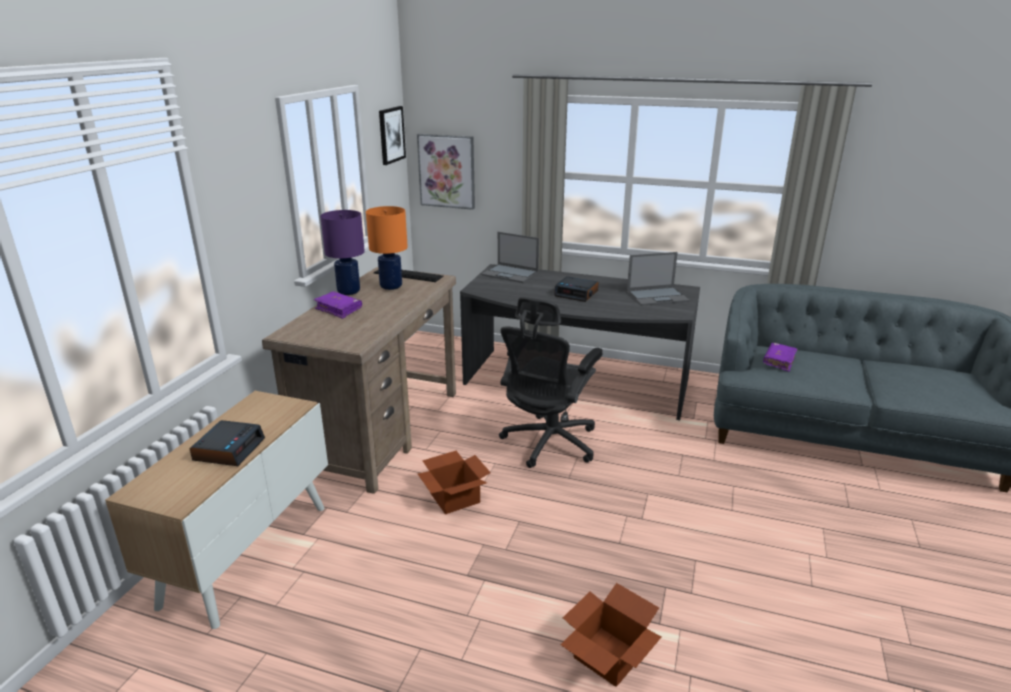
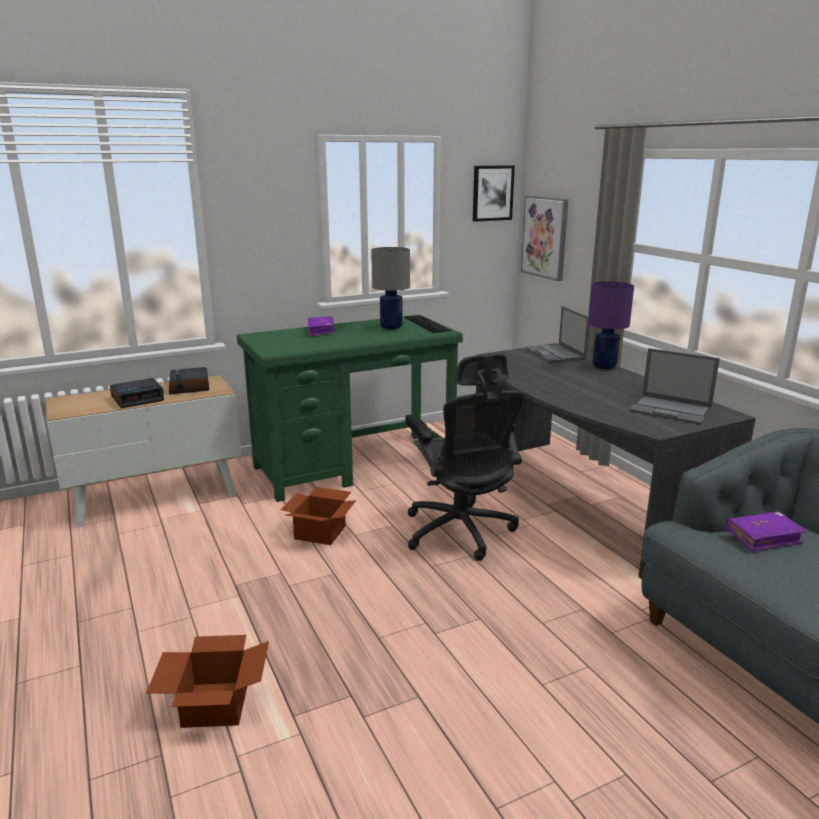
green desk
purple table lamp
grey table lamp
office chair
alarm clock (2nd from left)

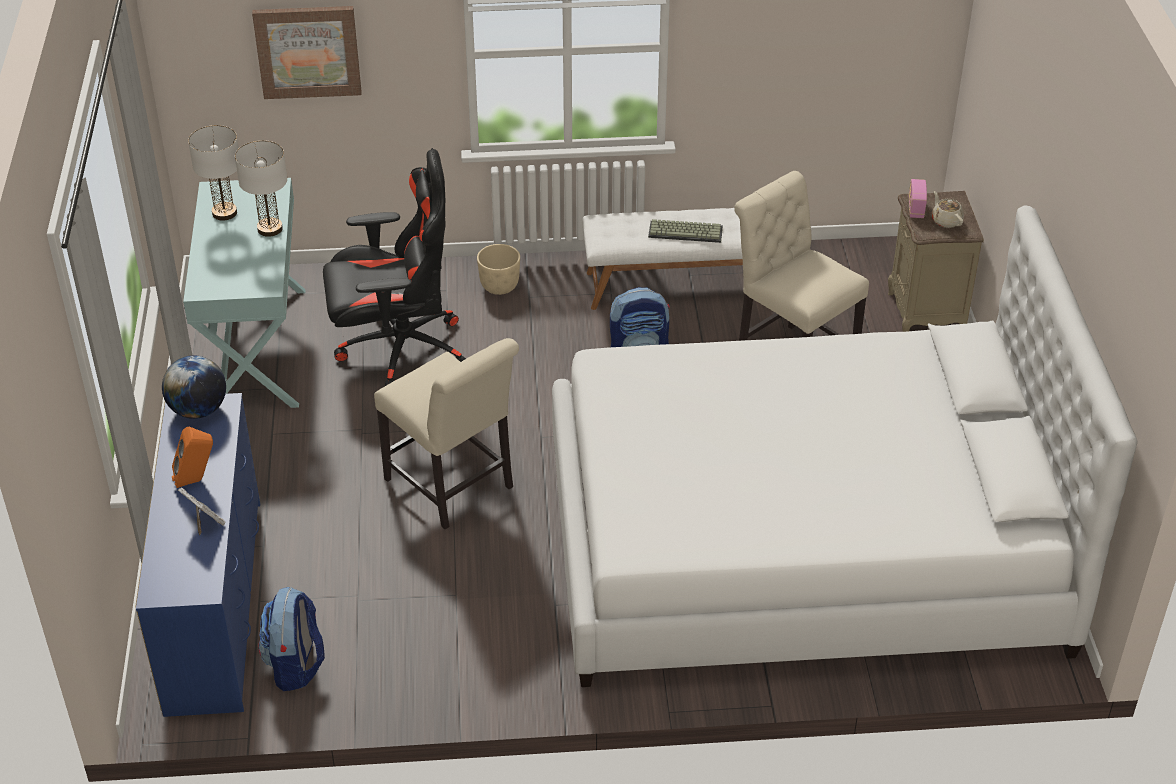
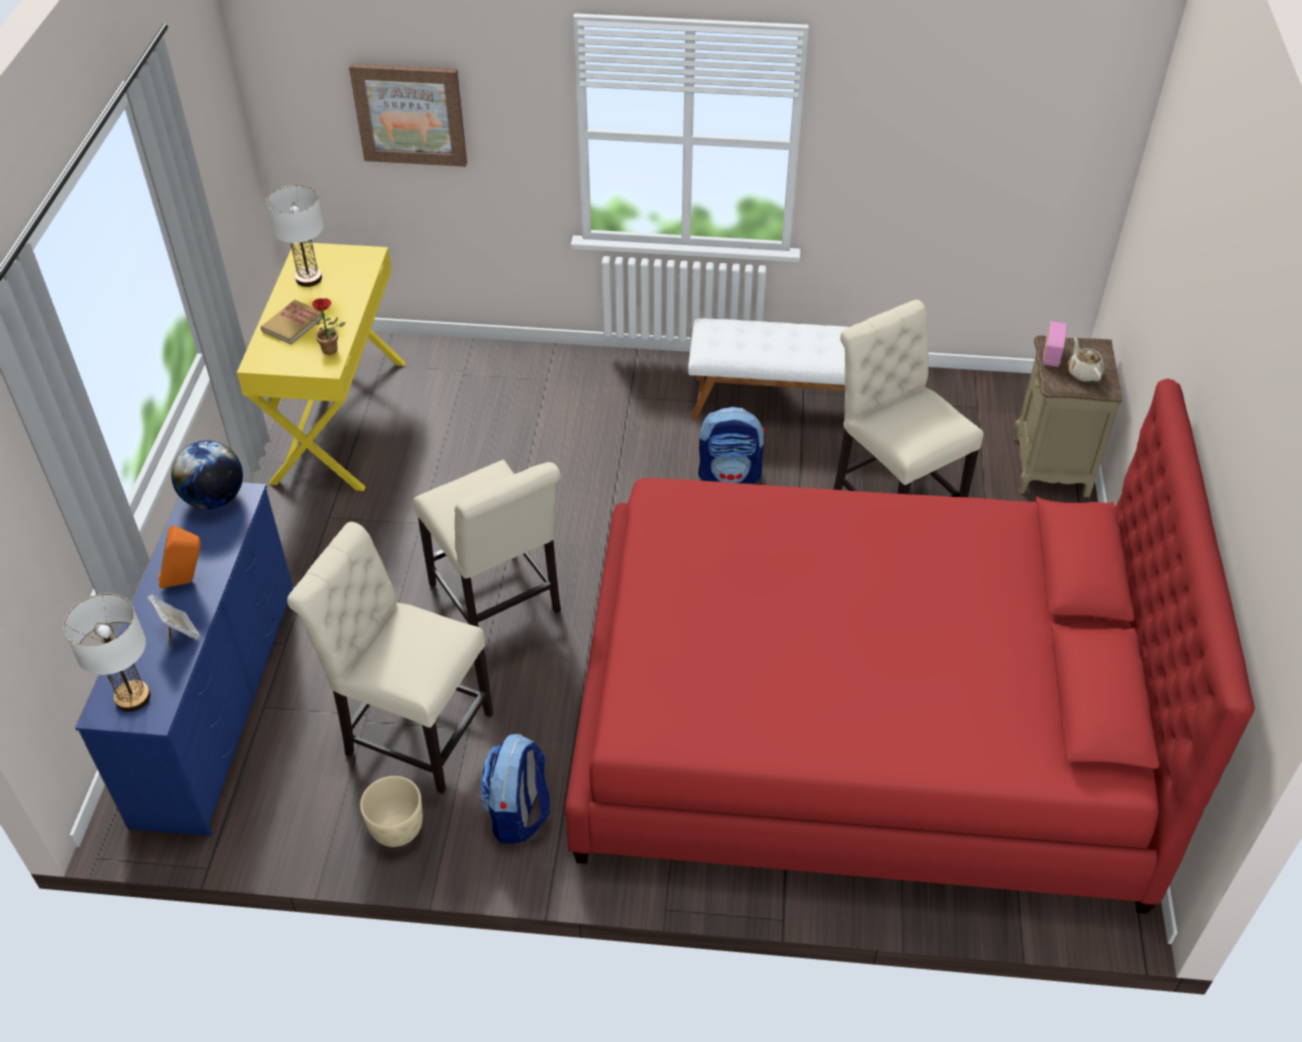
yellow desk
table lamp (1st from left)
backpack (1st from left)
black office chair
beige planter
red bed
keyboard
book
beige chair (1st from left)
potted plant

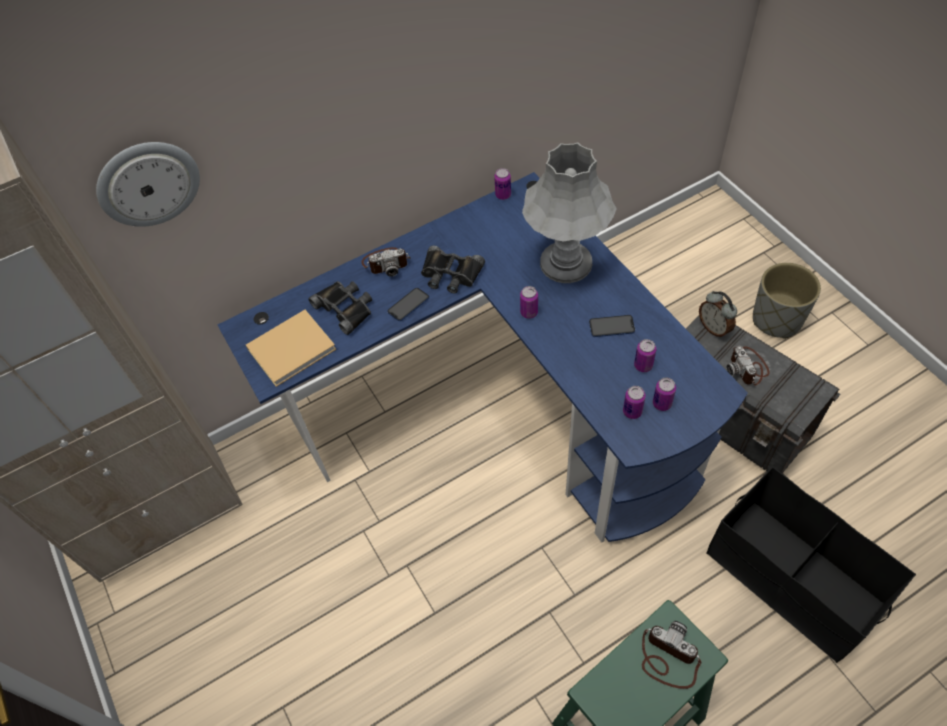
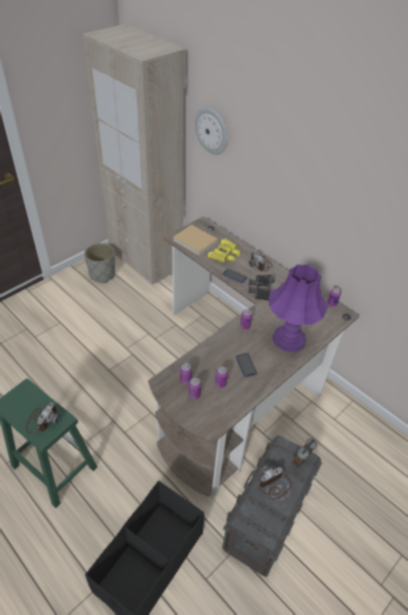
brown desk
yellow binoculars
purple table lamp
grey planter

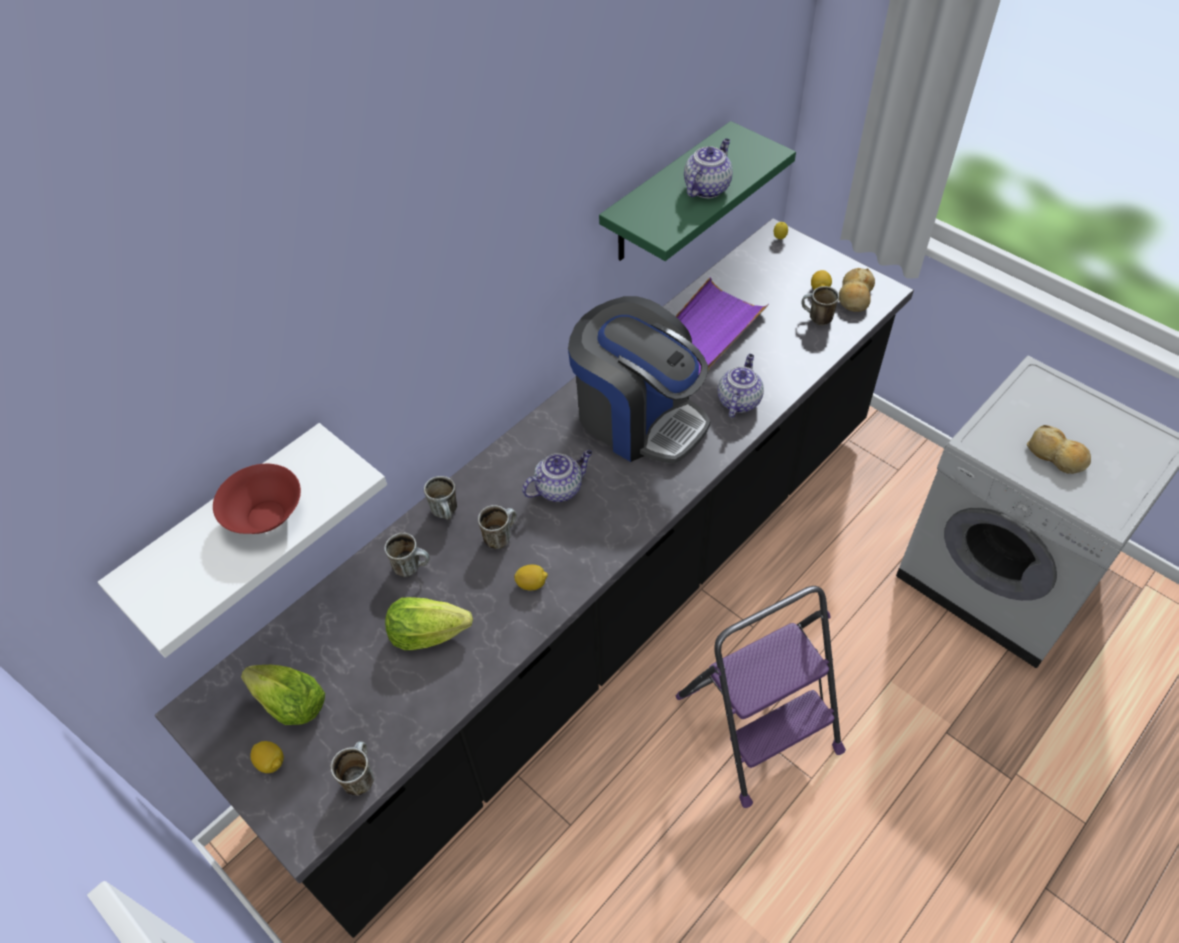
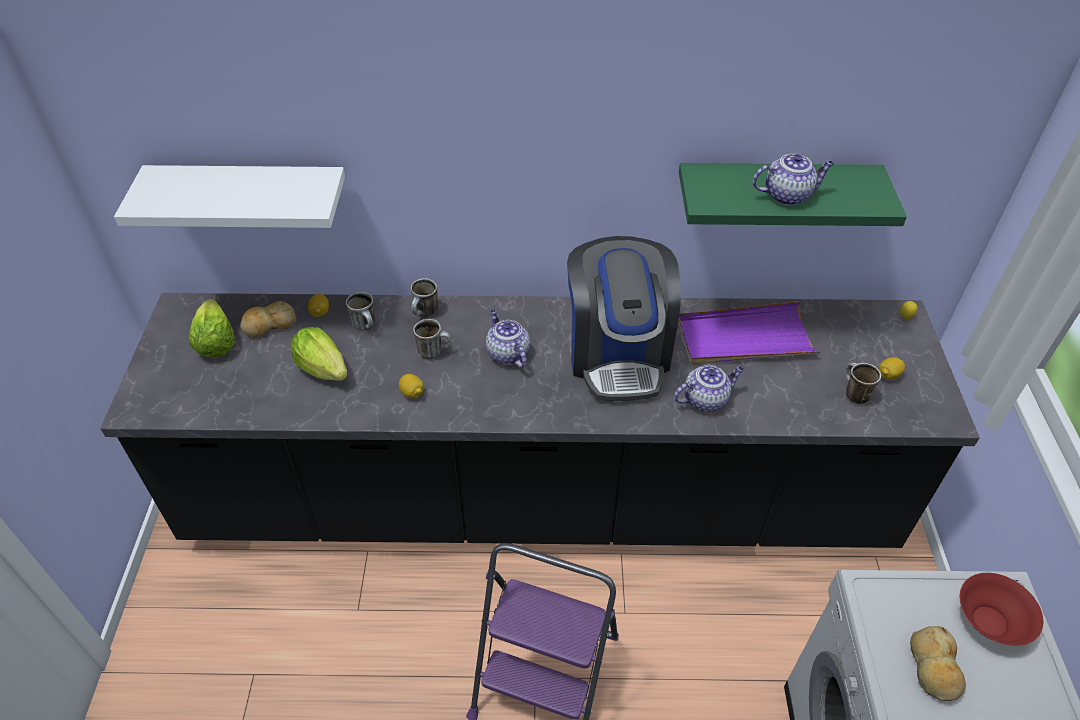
red bowl
lemon (1st from left)
mug (1st from left in the first image)
teapot (1st from left)
bread (1st from left)

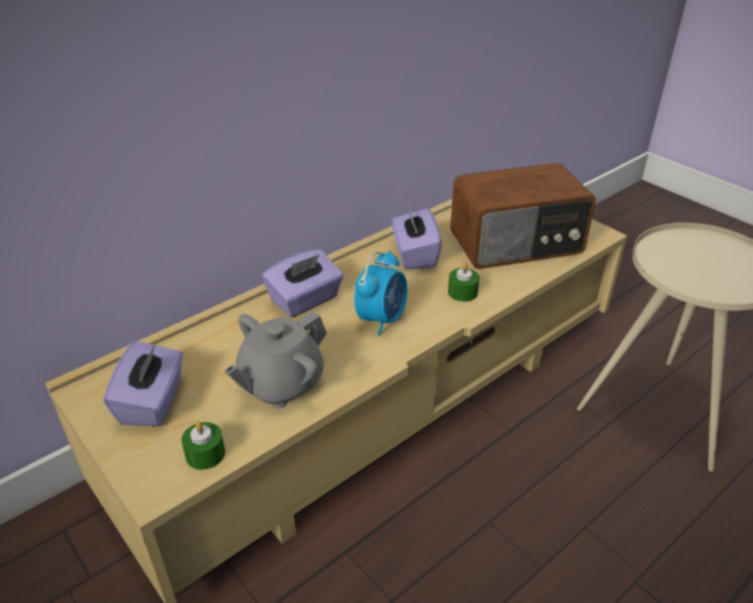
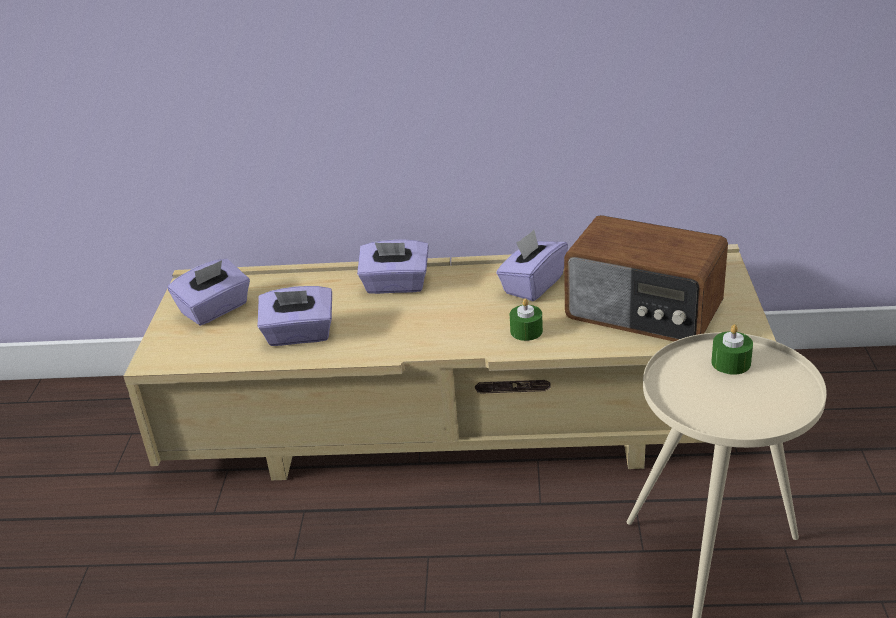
green candle (2nd from left)
purple tissue box (2nd from left)
alarm clock

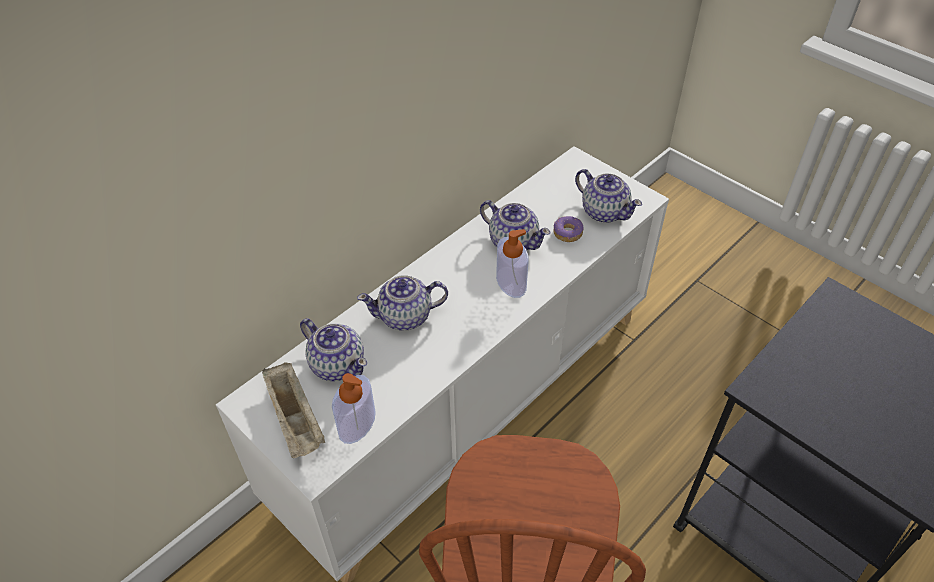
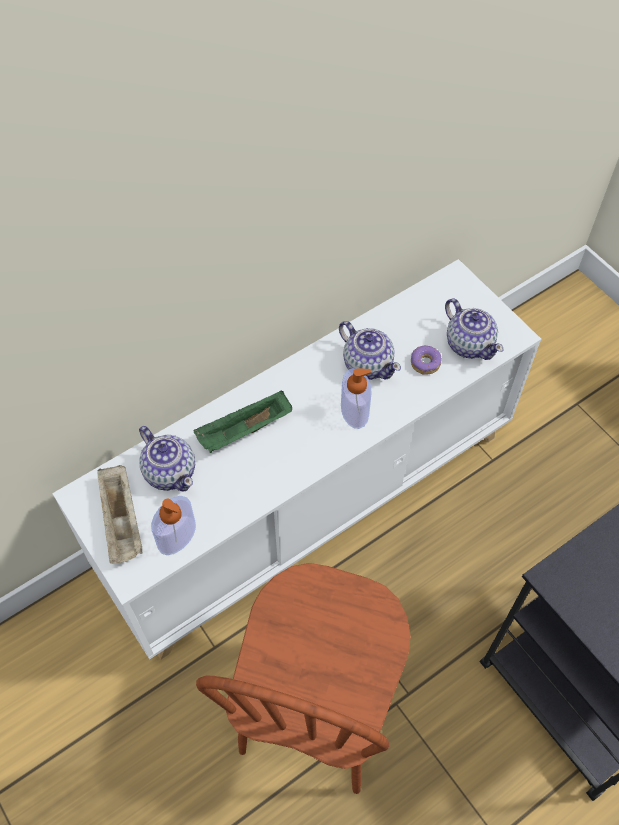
green tray

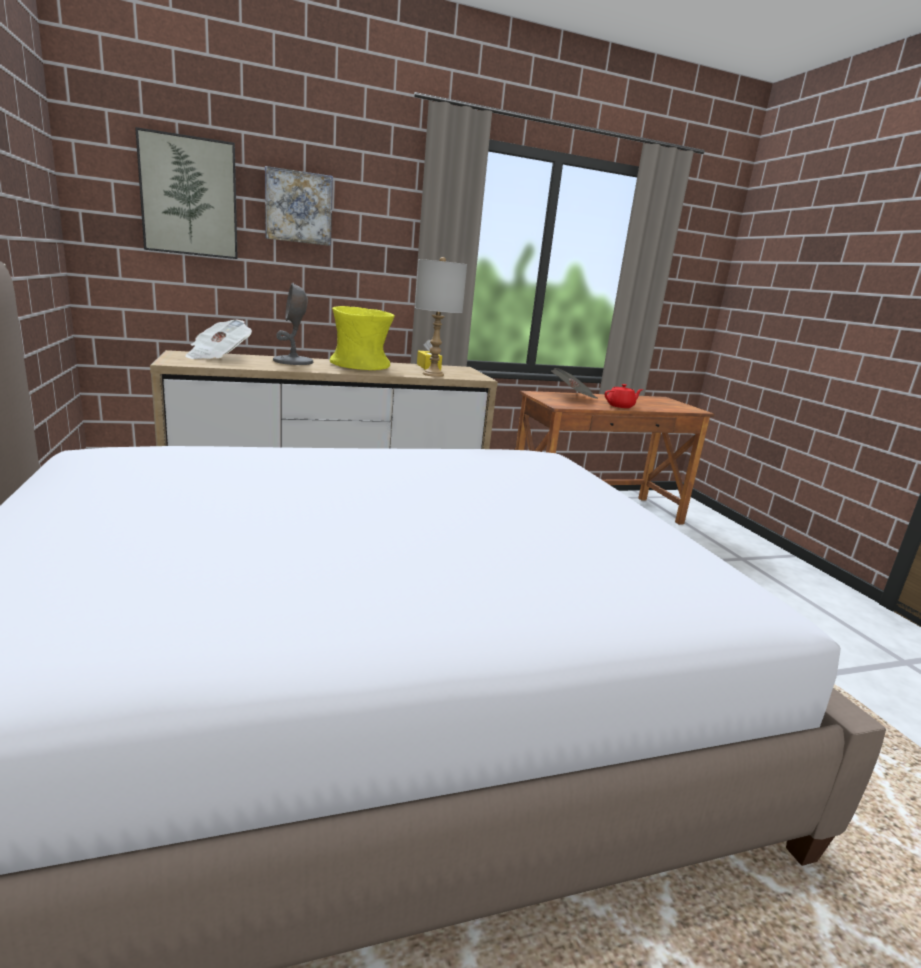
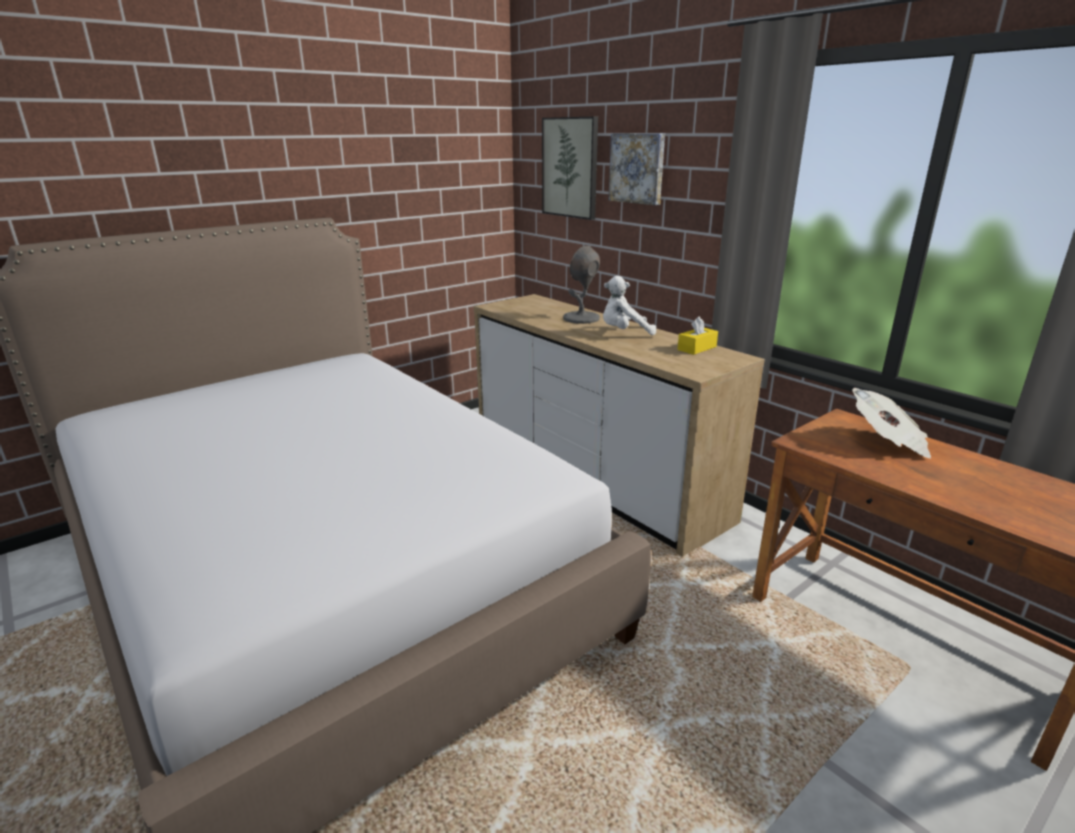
newspaper (1st from left in the first image)
white plush toy
grey table lamp (2nd from left in the first image)
red teapot

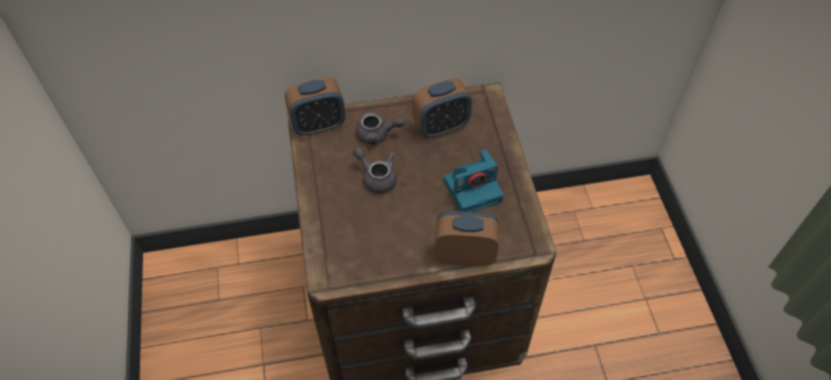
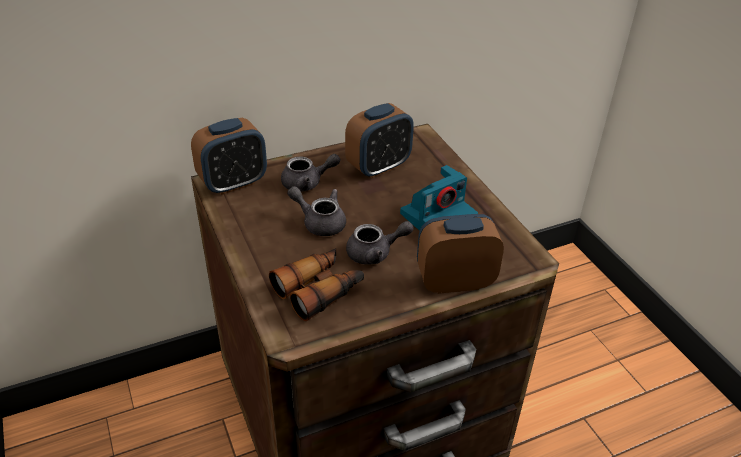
binoculars
grey teapot (3rd from left)

